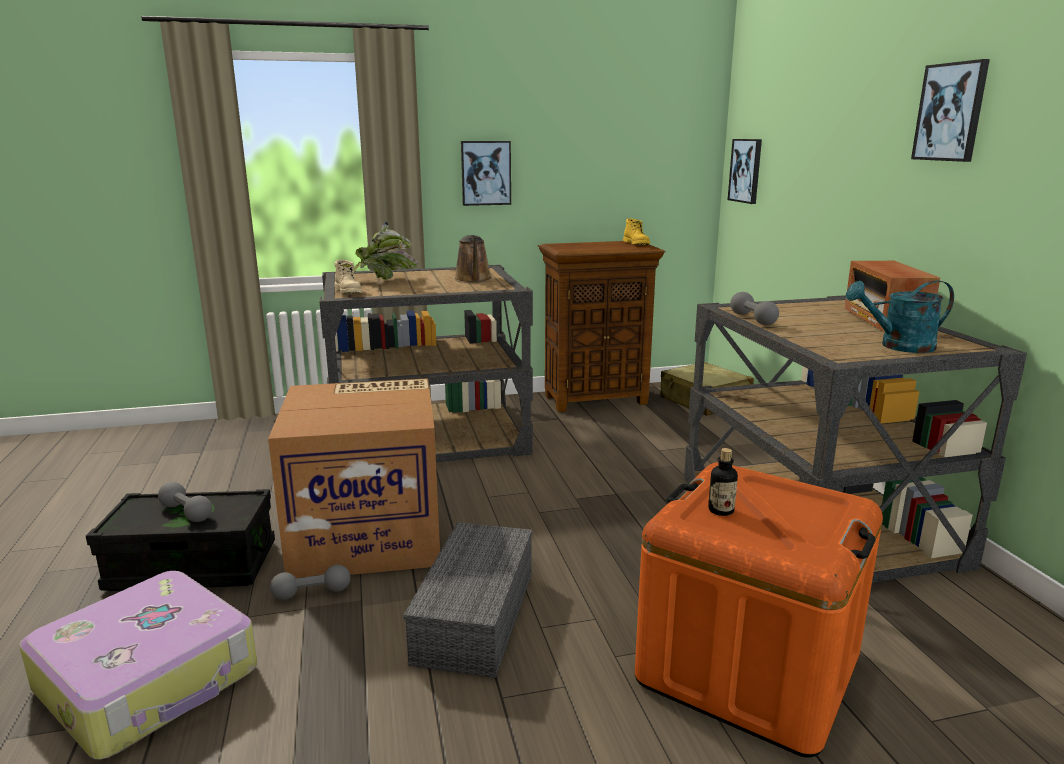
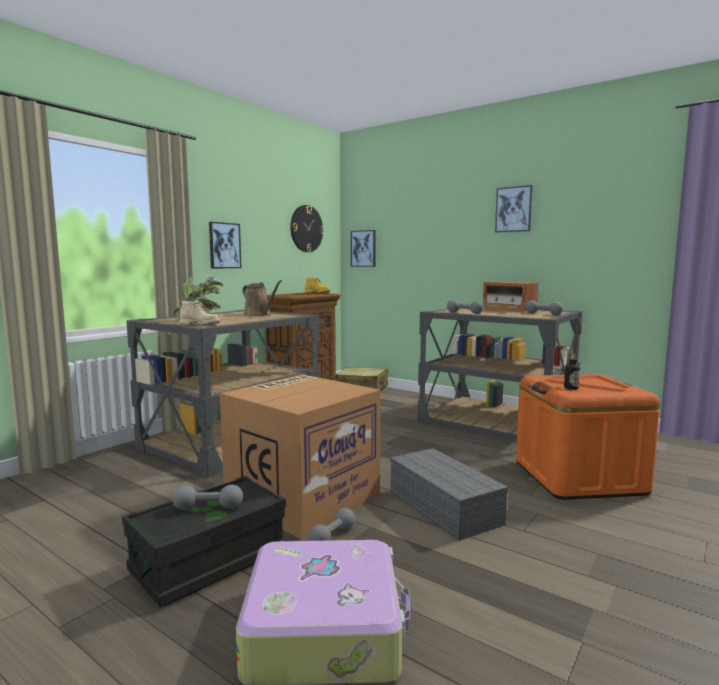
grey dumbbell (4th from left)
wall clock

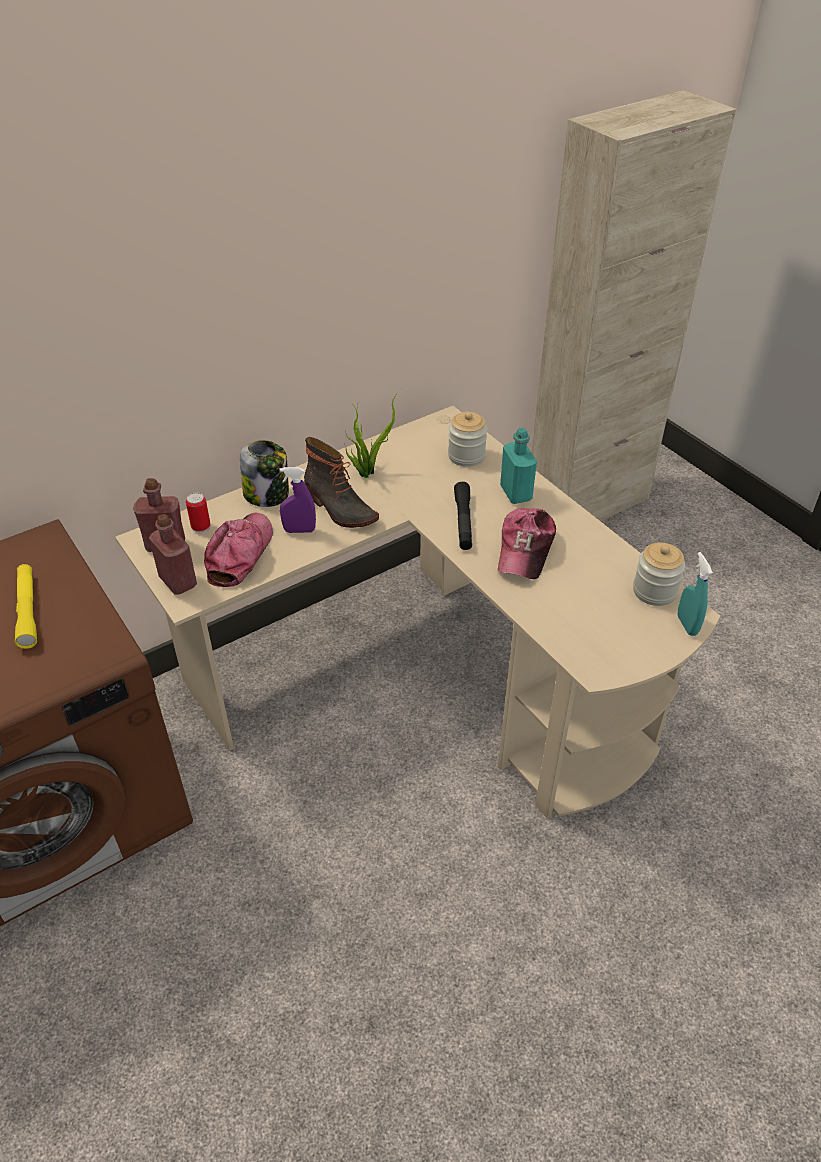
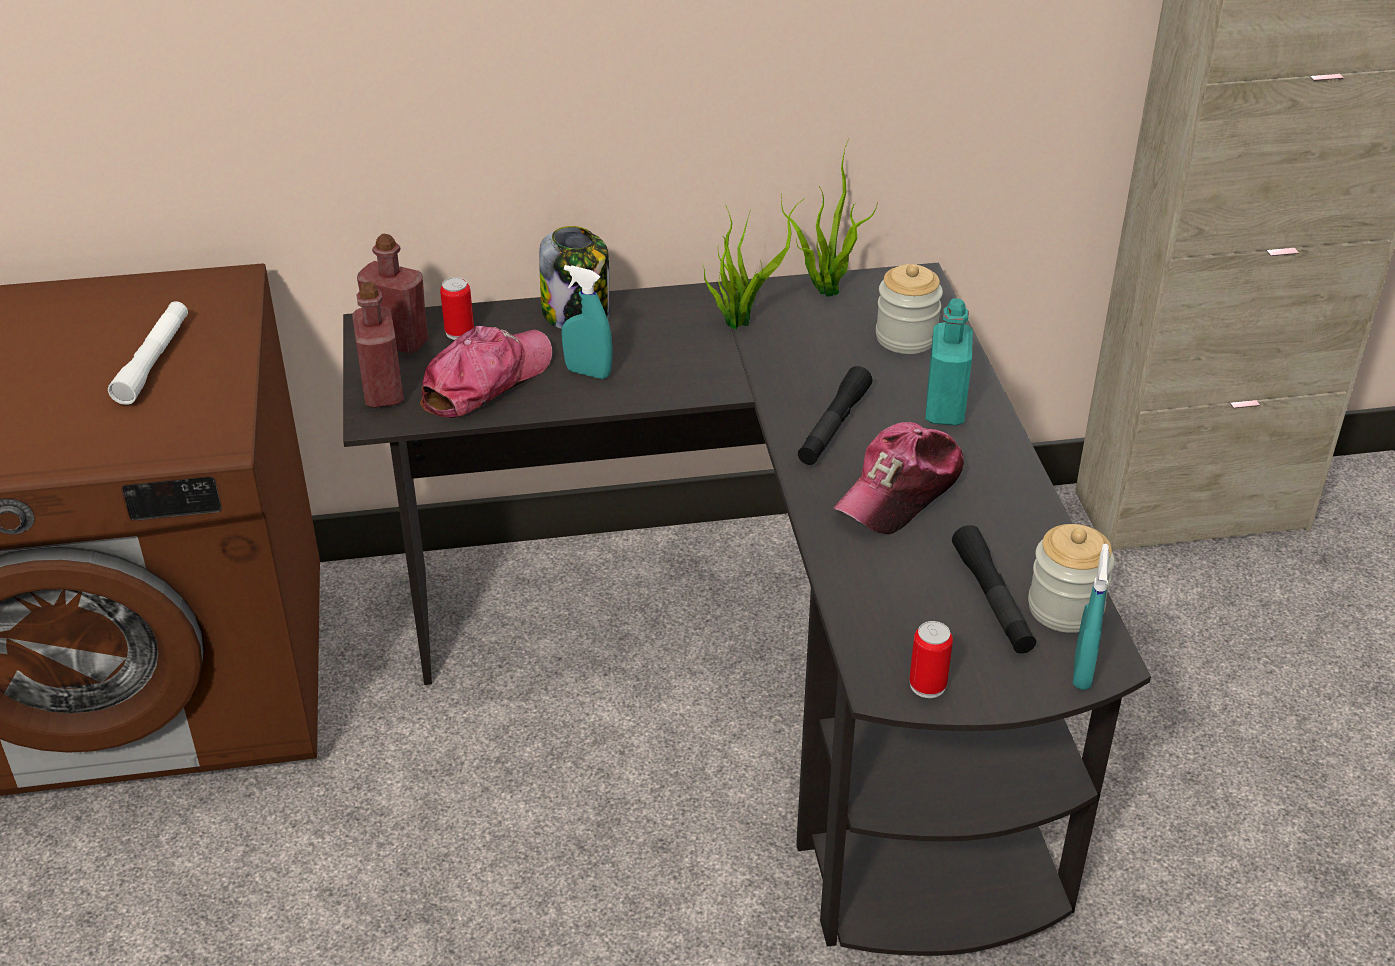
white flashlight
black desk
turquoise spray bottle (1st from left)
boot
potted plant (2nd from left)
can (2nd from left)
black flashlight (2nd from left)

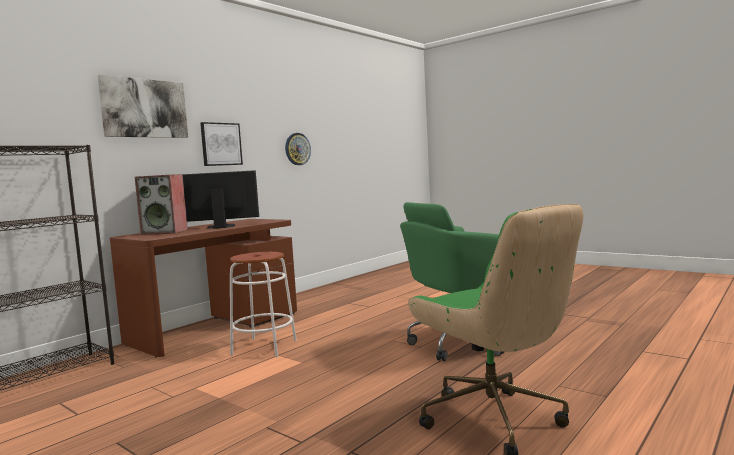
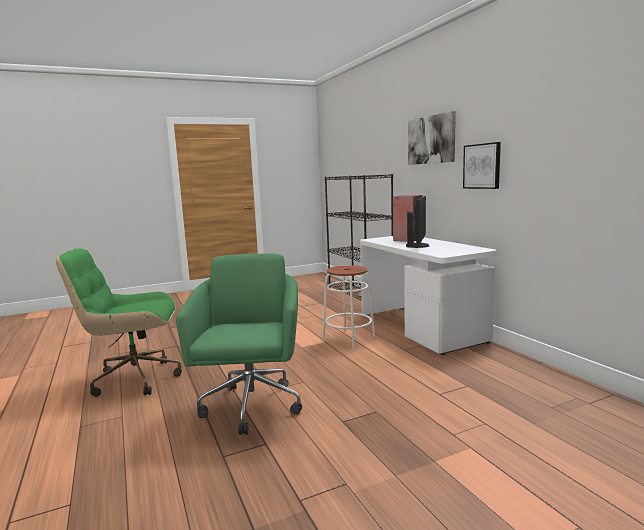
white desk
wall clock

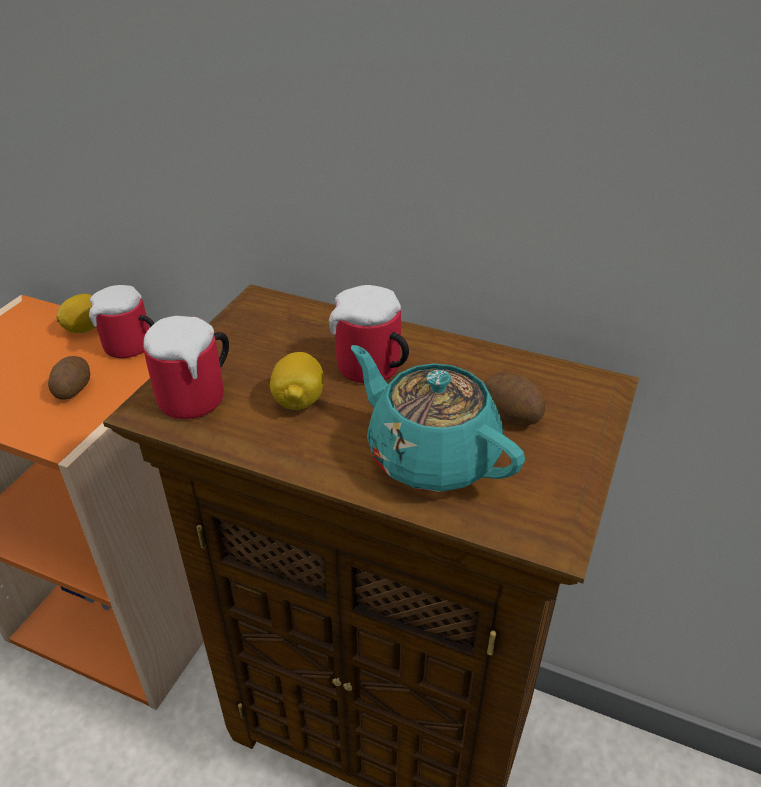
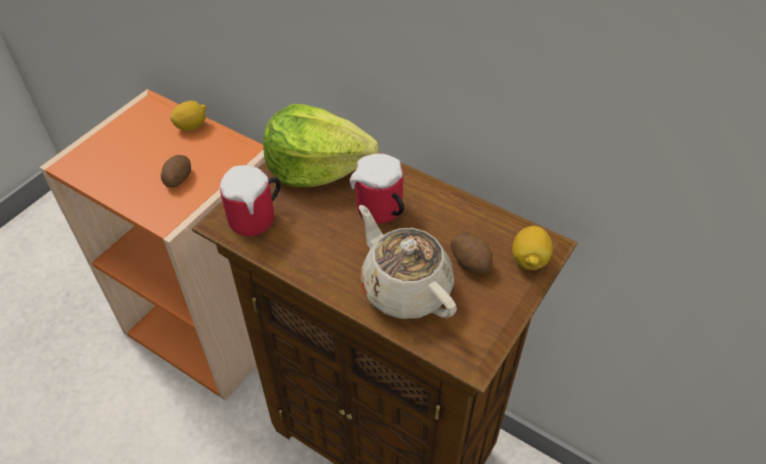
mug (1st from left in the first image)
lemon (2nd from left)
beige teapot
lettuce

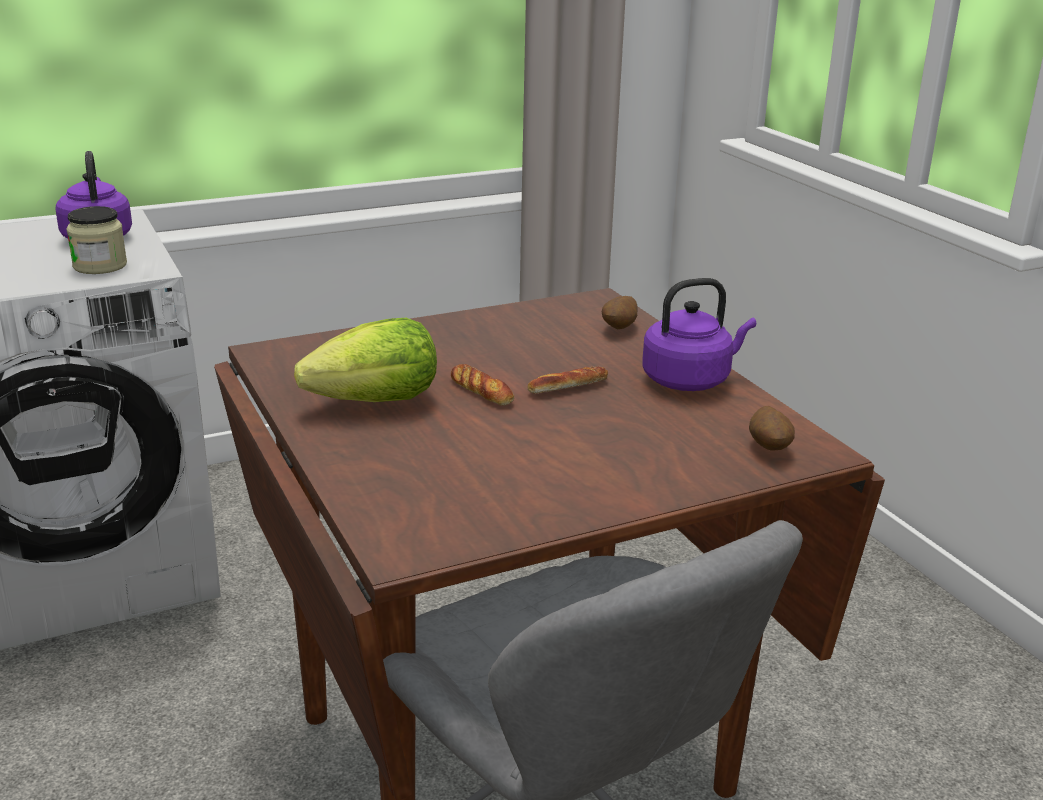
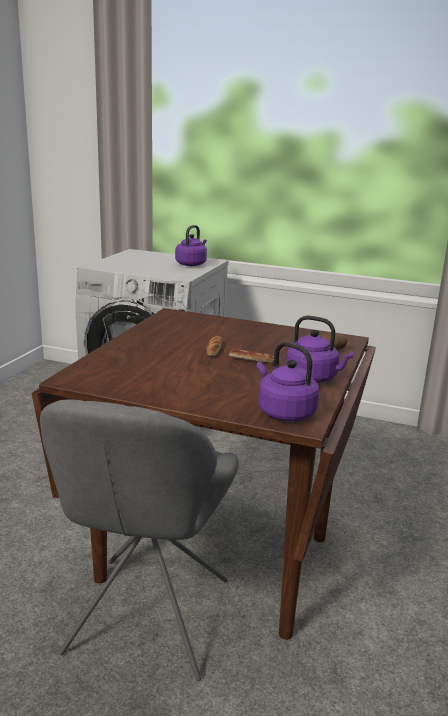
jar
lettuce
purple kettle (2nd from left)

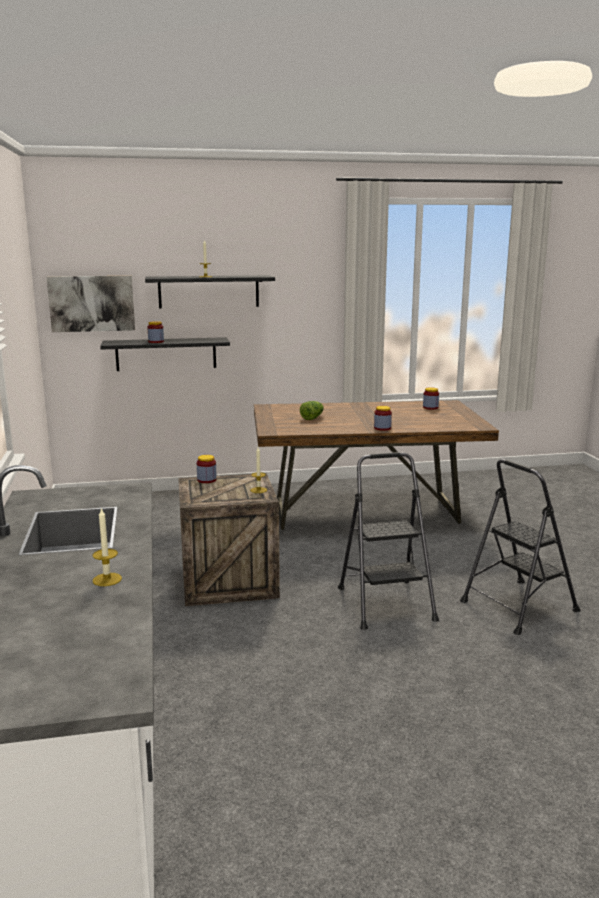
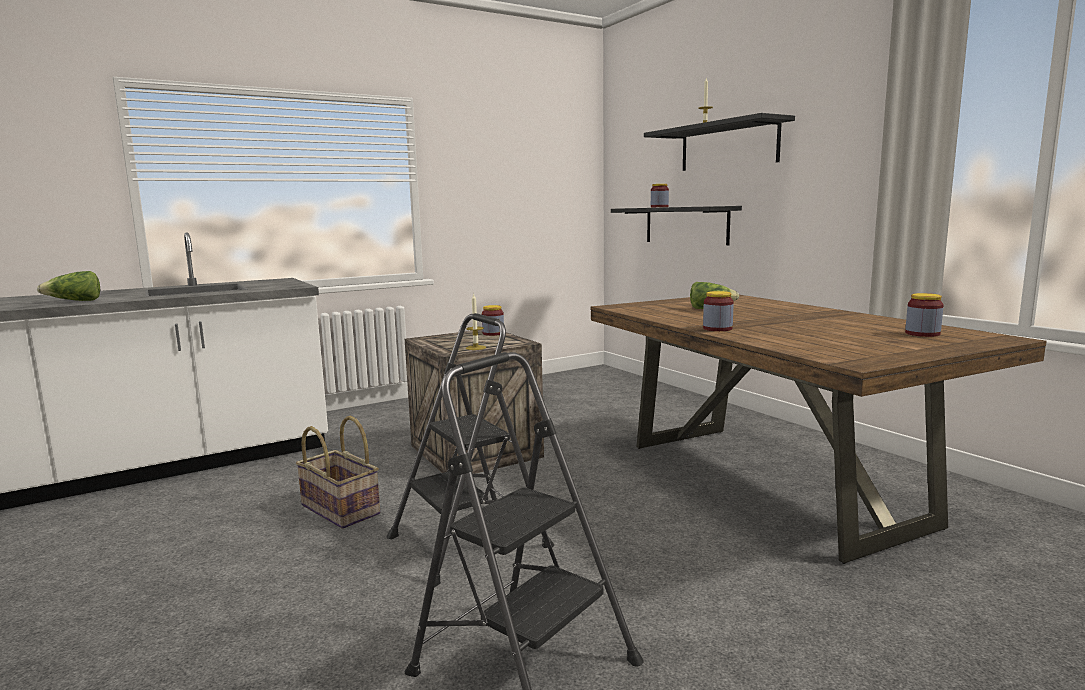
picture
lettuce (1st from left)
basket

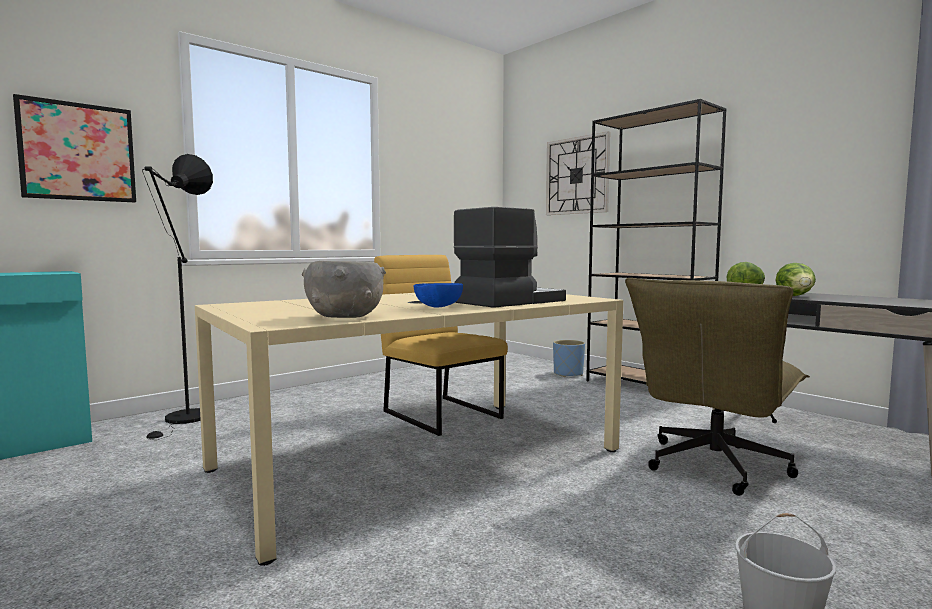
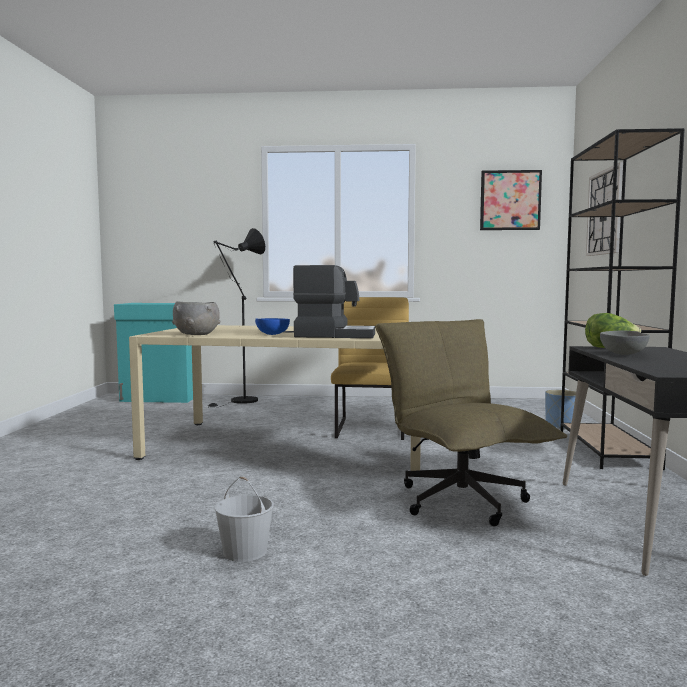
picture
beige office chair
grey bowl (2nd from left)

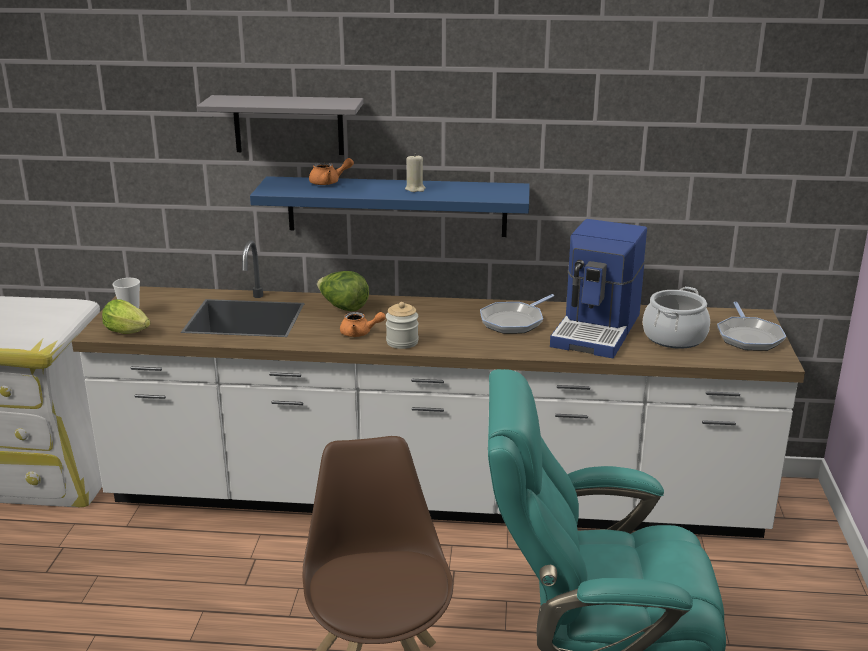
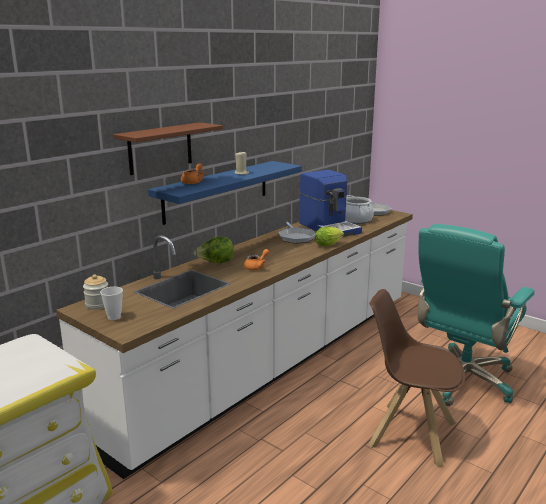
lettuce (2nd from left)
brown shelf
jar

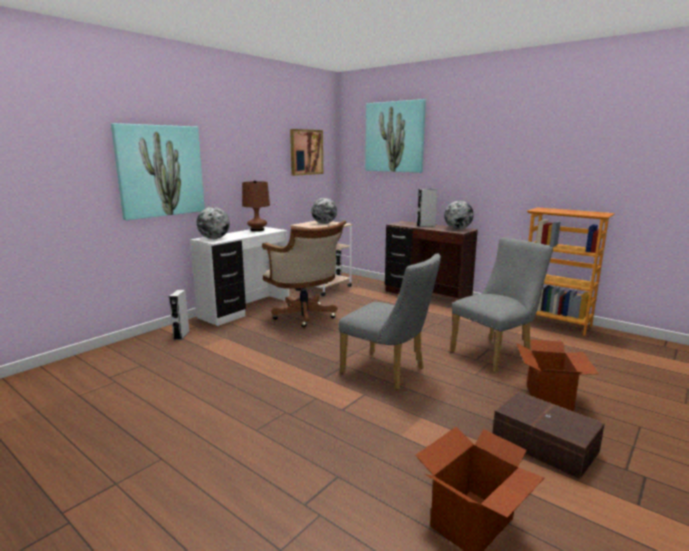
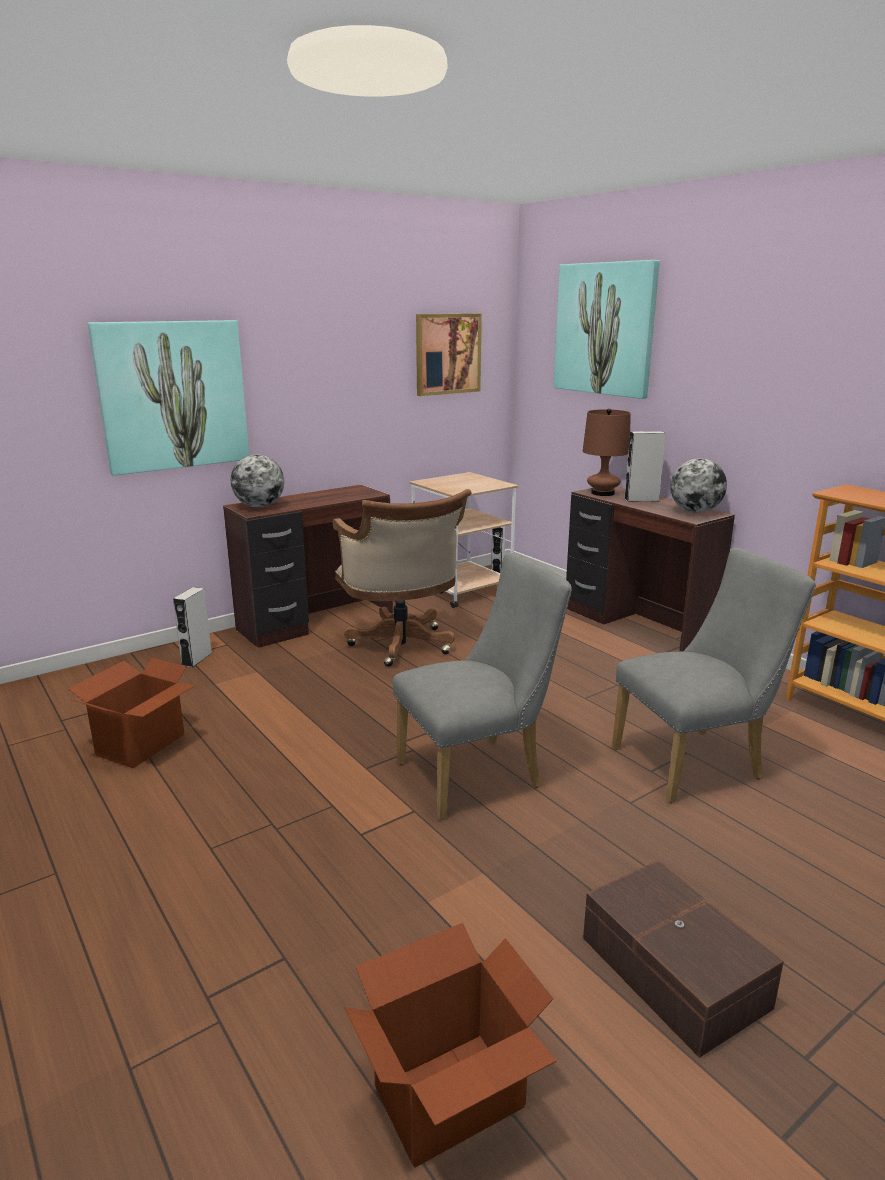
brown desk (1st from left)
brown table lamp
globe (2nd from left in the first image)
grey chair (1st from left)
cardboard box (1st from left)

